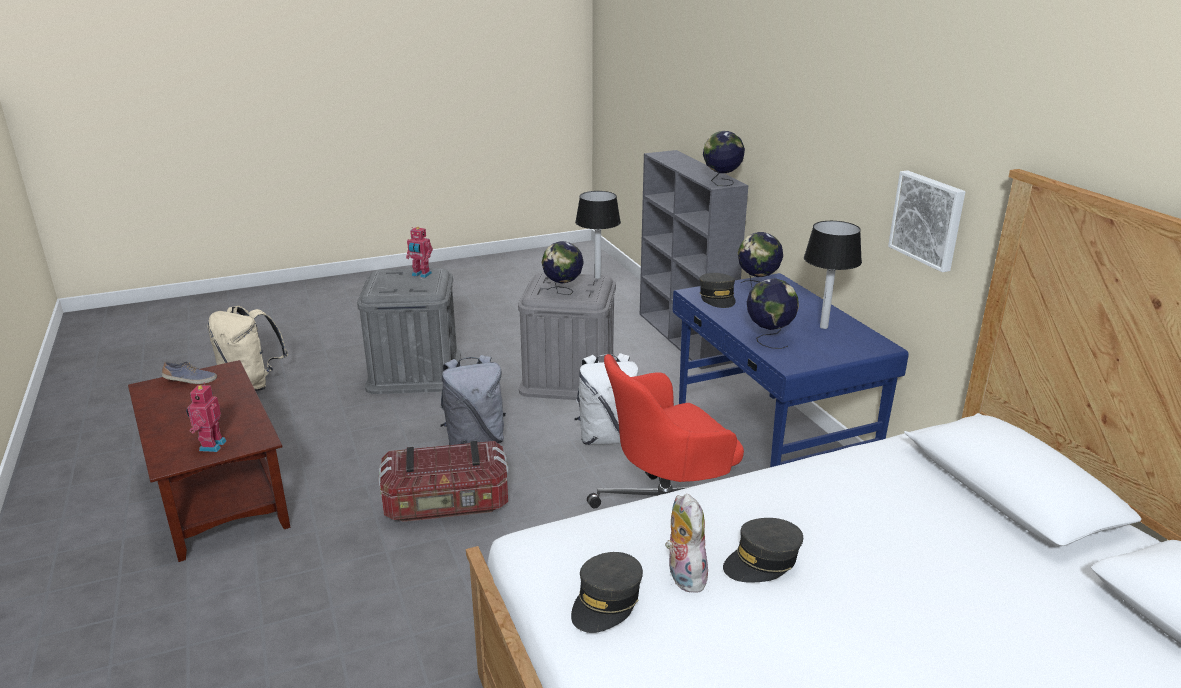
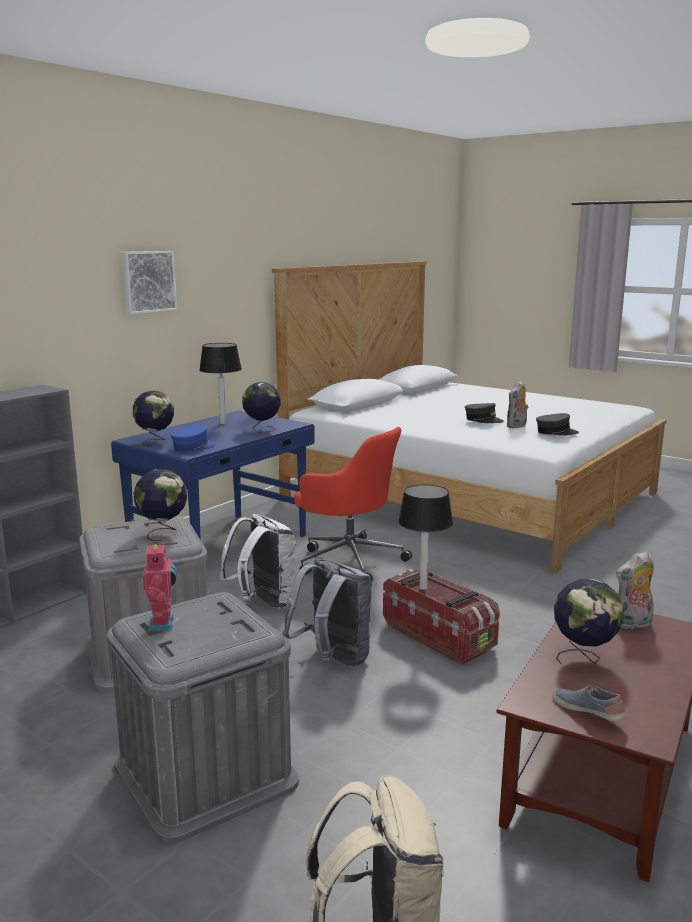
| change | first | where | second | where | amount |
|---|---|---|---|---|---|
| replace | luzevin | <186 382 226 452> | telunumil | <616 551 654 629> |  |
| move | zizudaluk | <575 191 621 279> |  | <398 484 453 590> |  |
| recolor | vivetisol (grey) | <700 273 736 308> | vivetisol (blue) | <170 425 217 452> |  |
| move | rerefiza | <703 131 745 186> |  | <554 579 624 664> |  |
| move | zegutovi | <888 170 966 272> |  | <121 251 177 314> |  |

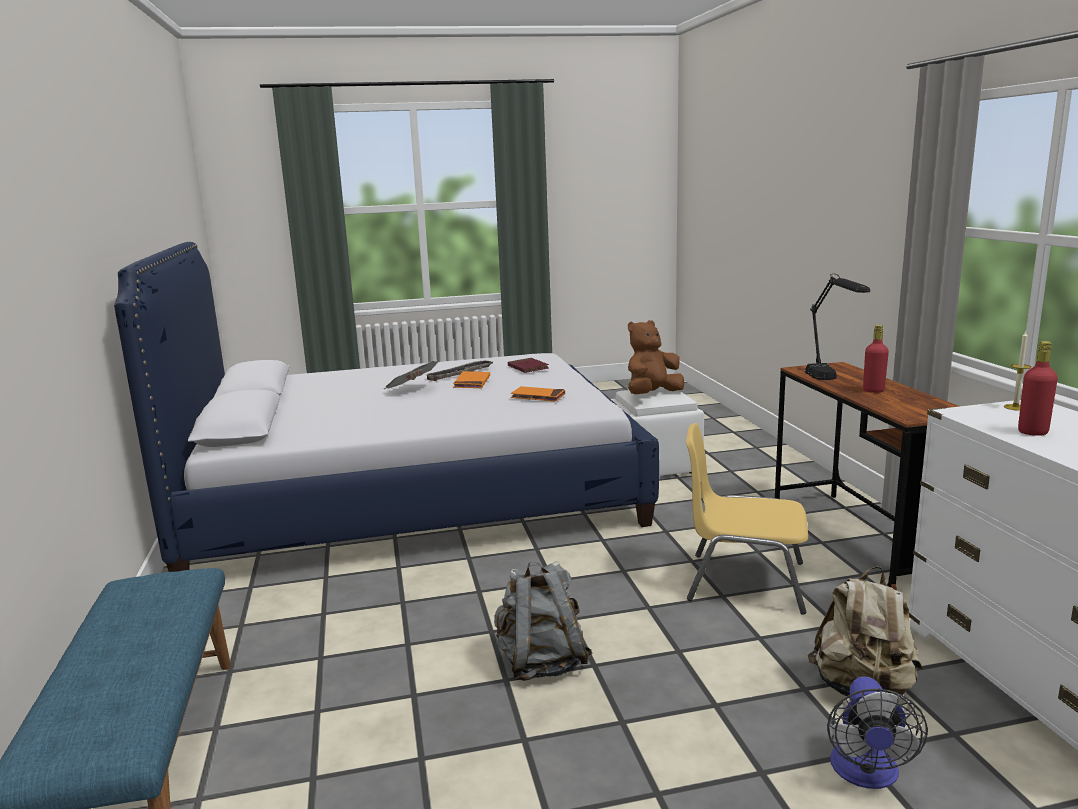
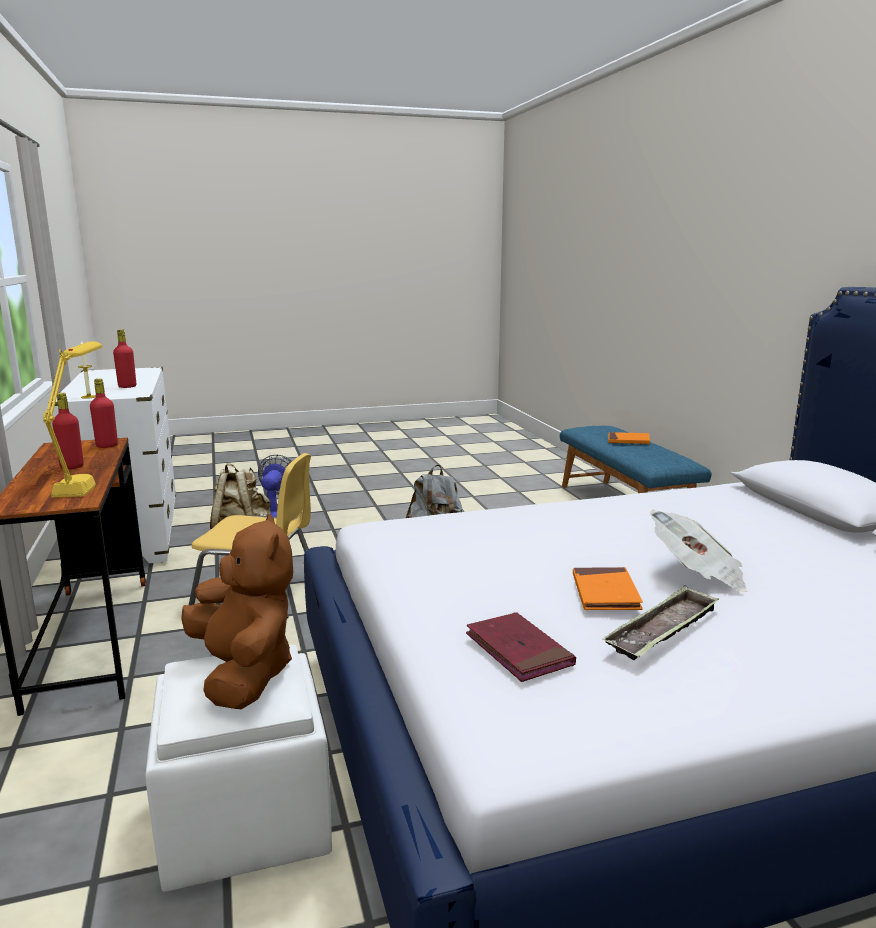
| change | first | where | second | where | amount |
|---|---|---|---|---|---|
| move | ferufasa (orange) | <511 386 565 402> |  | <608 432 650 444> |  |
| rotate | telunumil (brown) | <628 320 685 394> |  | <181 513 293 709> | 75 degrees counterclockwise |
| recolor | zizudaluk (black) | <805 274 870 380> | zizudaluk (yellow) | <43 341 102 498> |  |
| insert |  |  | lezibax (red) | <90 379 118 448> |  |

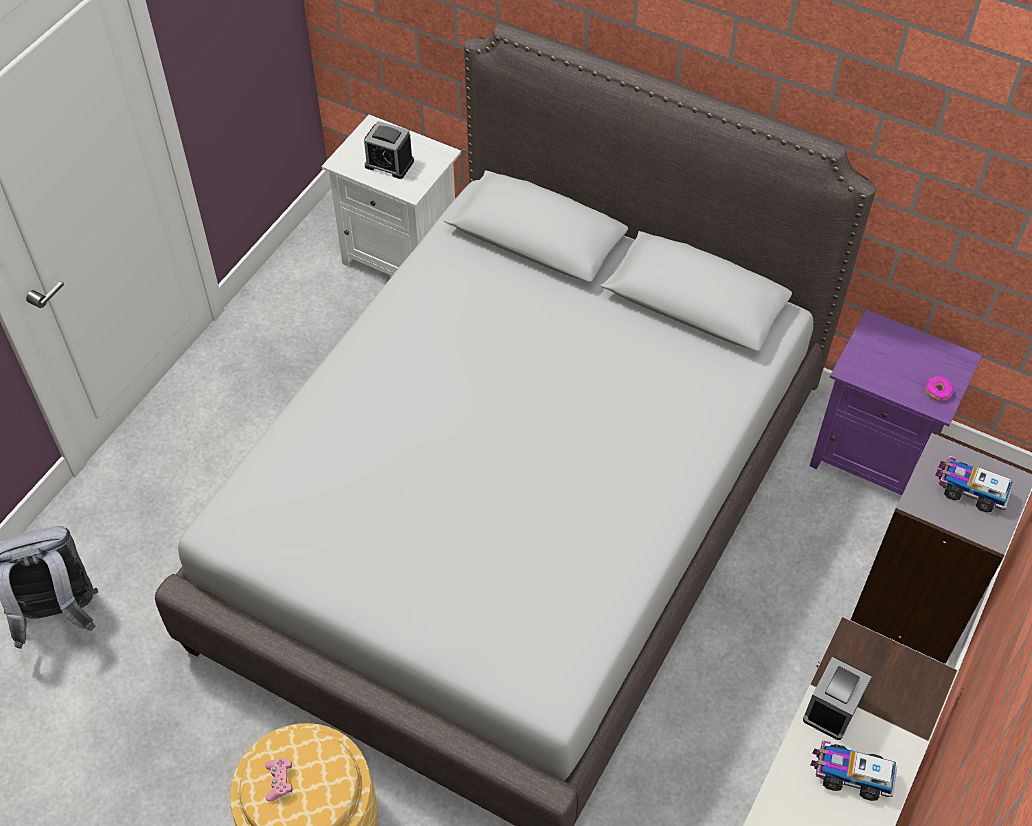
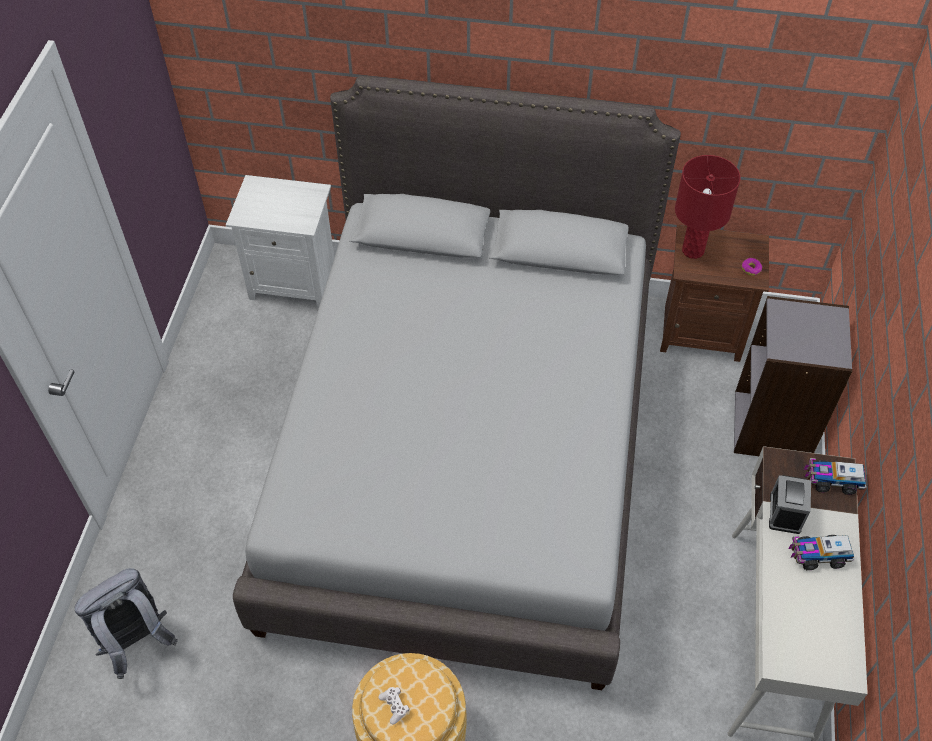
| change | first | where | second | where | amount |
|---|---|---|---|---|---|
| recolor | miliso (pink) | <265 757 292 801> | miliso (white) | <378 687 409 724> |  |
| delete | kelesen | <364 121 414 179> |  |  |  |
| recolor | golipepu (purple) | <810 310 982 495> | golipepu (brown) | <660 225 769 362> |  |
| move | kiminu | <935 456 1013 513> |  | <804 458 866 495> |  |
| insert |  |  | zizudaluk (red) | <675 155 741 259> |  |

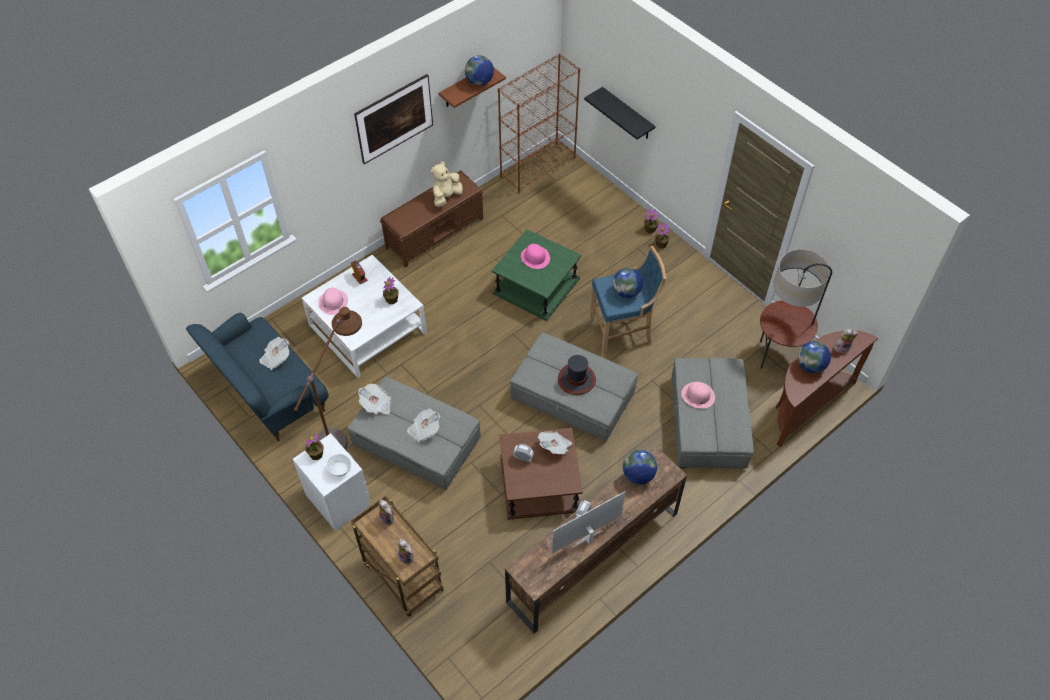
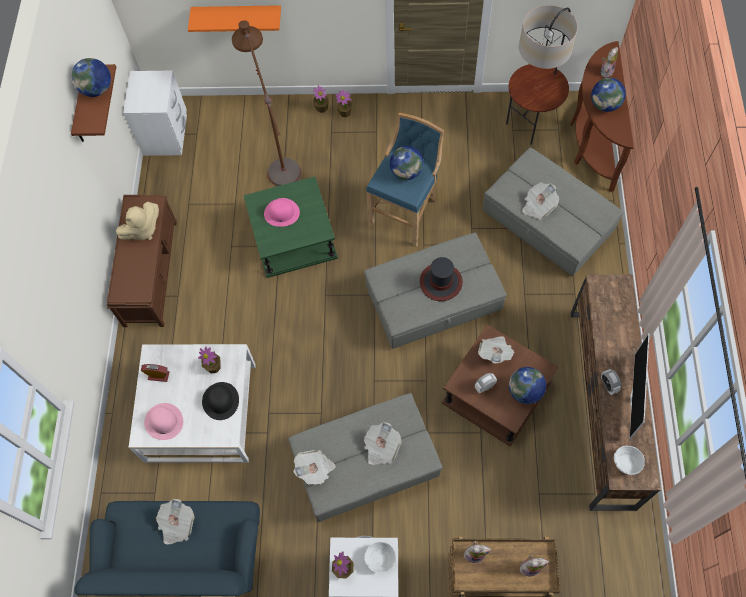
| change | first | where | second | where | amount |
|---|---|---|---|---|---|
| move | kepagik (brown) | <294 307 362 449> |  | <232 20 301 186> |  |
| delete | zegutovi | <354 74 433 164> |  |  |  |
| rotate | telunumil (beige) | <431 162 463 207> |  | <116 202 159 240> | 120 degrees counterclockwise |
| replace | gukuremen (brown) | <498 53 580 193> | golipepu (white) | <123 71 187 156> |  |
| recolor | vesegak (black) | <584 87 656 139> | vesegak (orange) | <188 5 281 32> |  |
| move | rerefiza | <623 450 657 484> |  | <509 367 546 404> |  |
| replace | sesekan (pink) | <681 382 715 409> | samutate | <522 182 559 220> |  |
| insert |  |  | sesekan (black) | <202 382 239 420> |  |
| insert |  |  | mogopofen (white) | <614 446 645 475> |  |

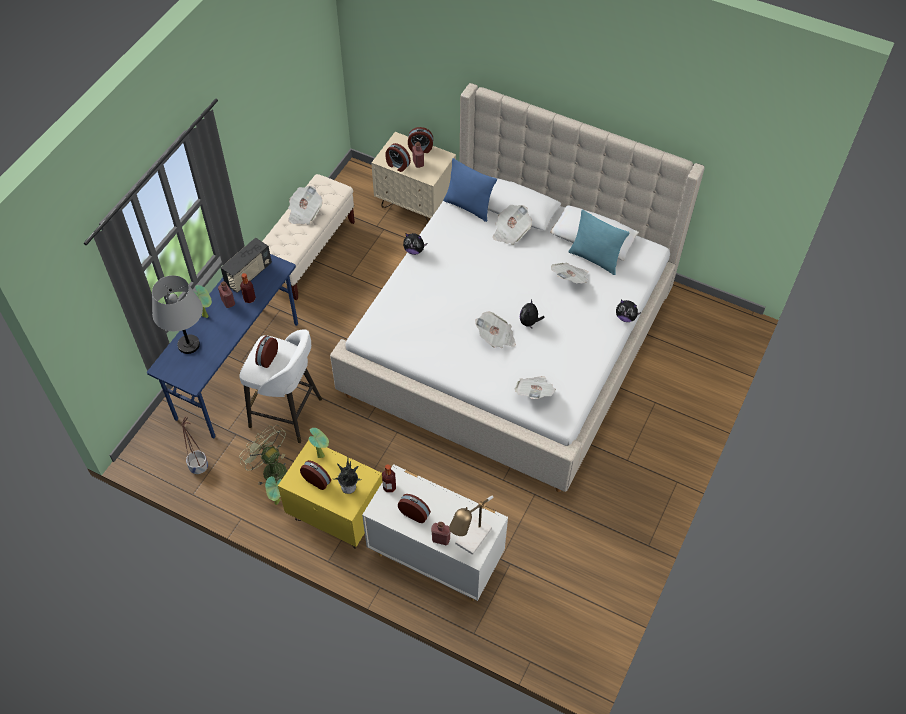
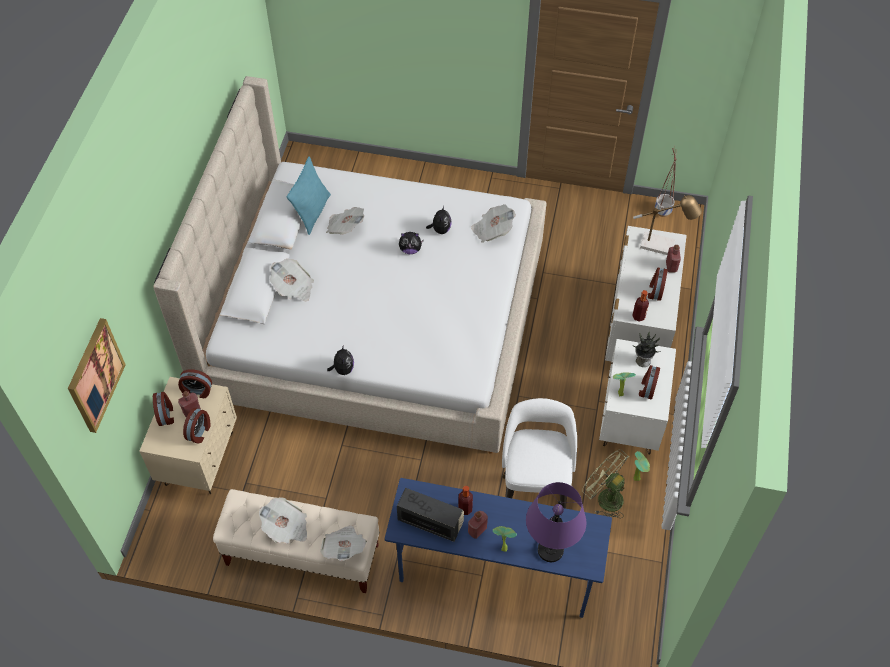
| change | first | where | second | where | amount |
|---|---|---|---|---|---|
| recolor | zizudaluk (grey) | <152 275 203 354> | zizudaluk (purple) | <526 482 586 562> |  |
| move | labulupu | <181 416 208 475> |  | <655 146 677 217> |  |
| rotate | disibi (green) | <239 425 287 485> |  | <582 449 629 518> | 105 degrees clockwise |
| move | kelesen | <255 336 278 368> |  | <178 369 212 398> |  |
| recolor | golipepu (yellow) | <278 440 382 549> | golipepu (white) | <599 339 676 455> |  |
| delete | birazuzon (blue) | <443 158 497 222> |  |  |  |
| move | samutate | <475 311 516 348> |  | <320 525 367 561> |  |
| move | telunumil | <616 300 641 322> |  | <426 206 451 234> |  |
| insert |  |  | zegutovi | <68 318 126 433> |  |

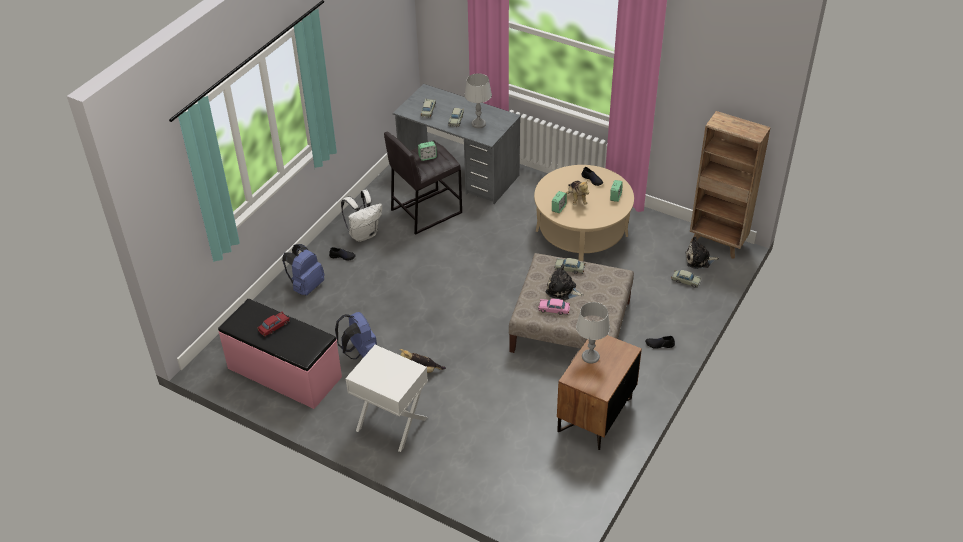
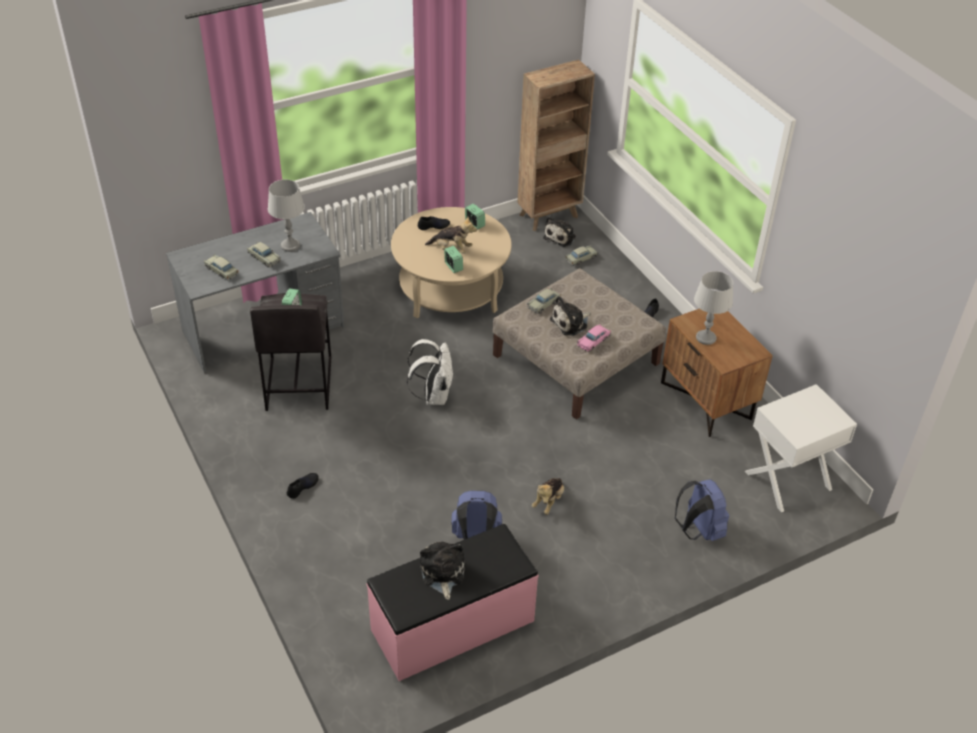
| change | first | where | second | where | amount |
|---|---|---|---|---|---|
| replace | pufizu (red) | <257 312 290 337> | telunumil | <420 542 465 600> |  |
| move | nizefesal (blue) | <282 244 325 296> |  | <675 479 729 541> |  |
| move | nizefesal (white) | <341 190 382 242> |  | <407 339 453 405> |  |
| move | golipepu (white) | <346 345 428 452> |  | <745 384 857 512> |  |

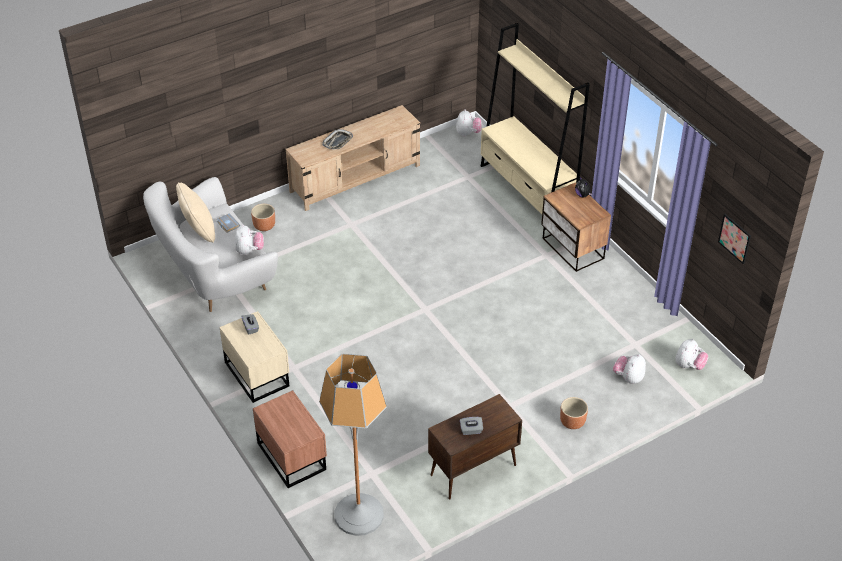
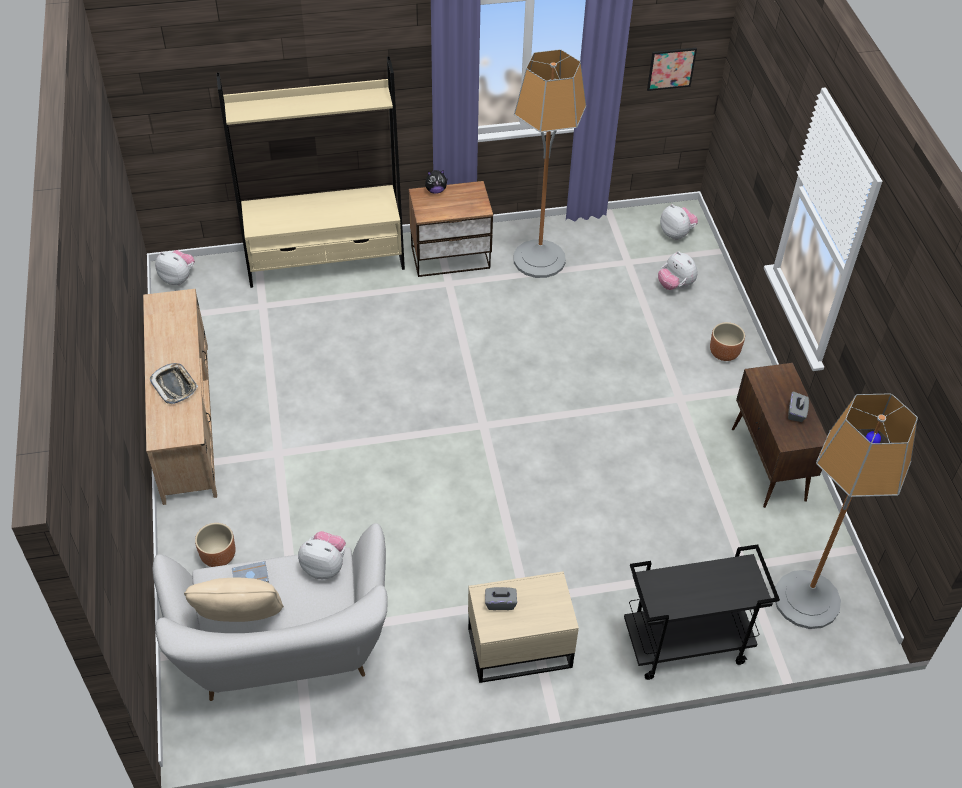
| change | first | where | second | where | amount |
|---|---|---|---|---|---|
| replace | golipepu (brown) | <253 390 327 488> | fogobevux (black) | <624 544 780 680> |  |
| insert |  |  | kepagik | <513 49 586 278> |  |

